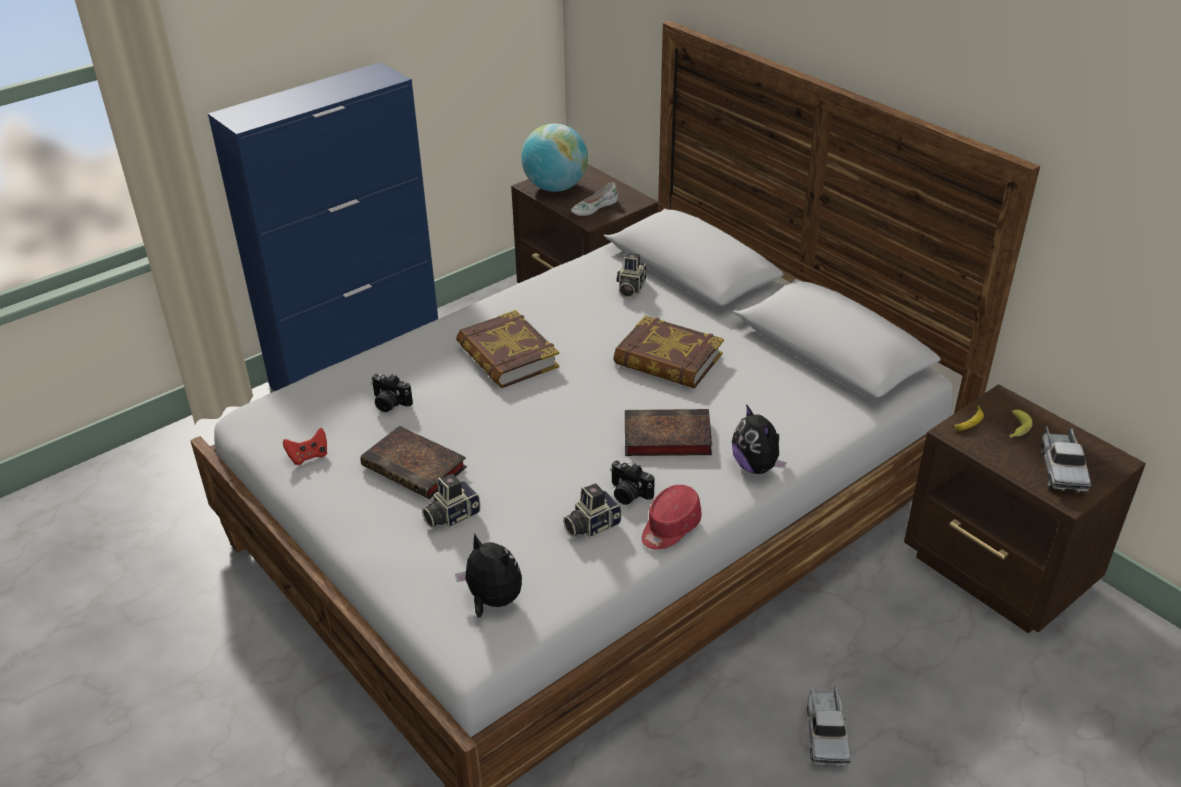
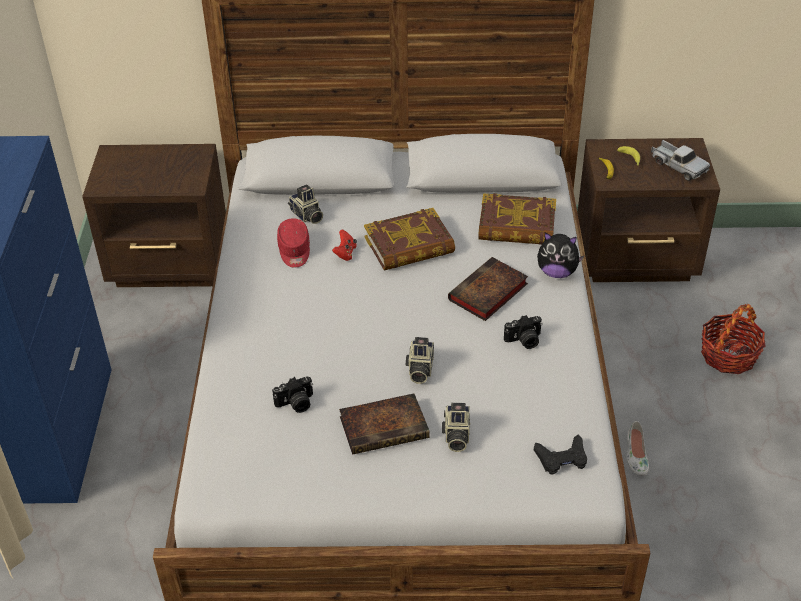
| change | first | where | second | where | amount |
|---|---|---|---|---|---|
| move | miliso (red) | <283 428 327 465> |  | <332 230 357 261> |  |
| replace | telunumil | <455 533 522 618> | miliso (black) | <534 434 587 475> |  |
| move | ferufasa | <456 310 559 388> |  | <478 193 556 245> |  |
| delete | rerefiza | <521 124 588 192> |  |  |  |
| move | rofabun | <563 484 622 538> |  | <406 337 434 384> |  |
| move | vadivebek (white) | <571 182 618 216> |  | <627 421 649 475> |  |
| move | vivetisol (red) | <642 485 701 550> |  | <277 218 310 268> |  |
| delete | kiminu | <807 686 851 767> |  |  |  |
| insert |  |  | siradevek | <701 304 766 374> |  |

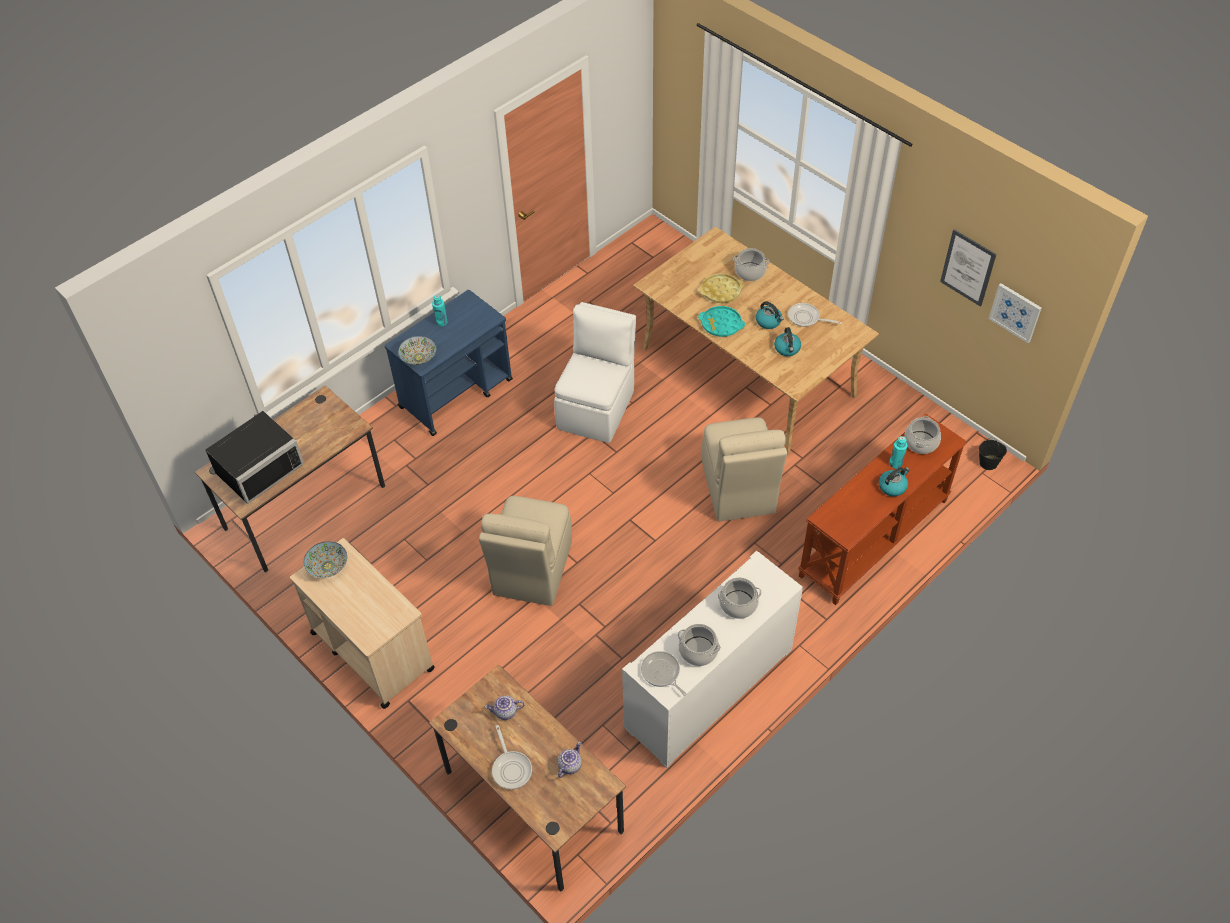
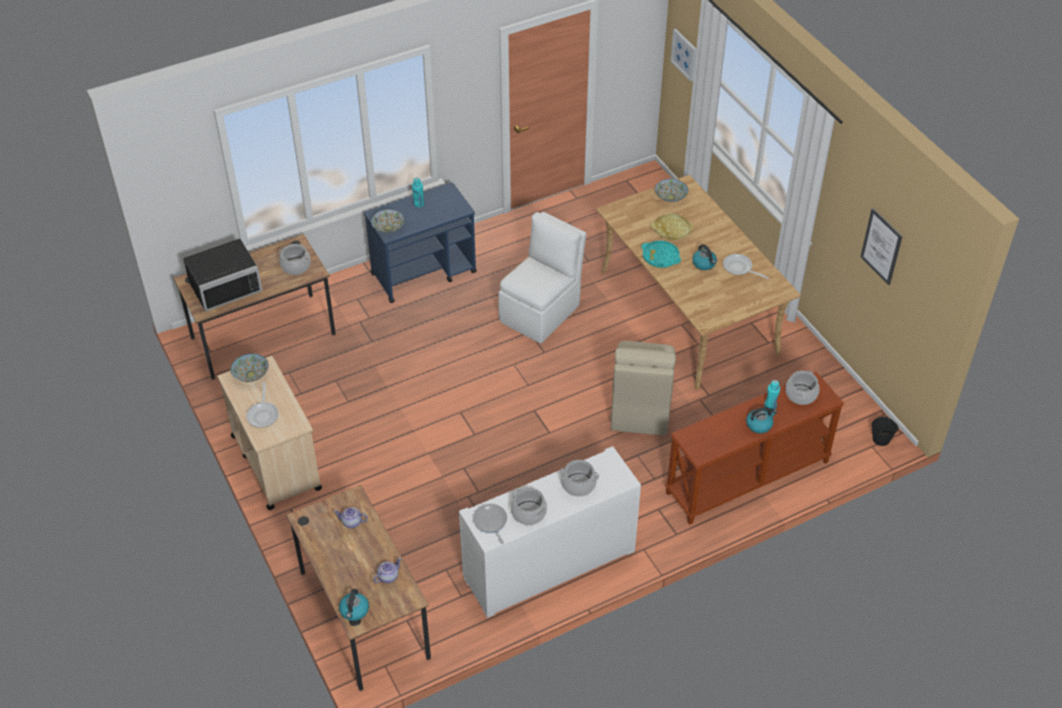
| change | first | where | second | where | amount |
|---|---|---|---|---|---|
| delete | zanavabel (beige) | <479 496 572 606> |  |  |  |
| move | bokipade | <492 725 532 789> |  | <246 382 279 428> |  |
| move | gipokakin | <733 248 769 281> |  | <279 244 311 275> |  |
| move | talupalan | <774 327 801 356> |  | <339 589 369 621> |  |
| move | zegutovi | <989 283 1042 343> |  | <671 29 696 81> |  |
| insert |  |  | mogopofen | <655 179 688 202> |  |

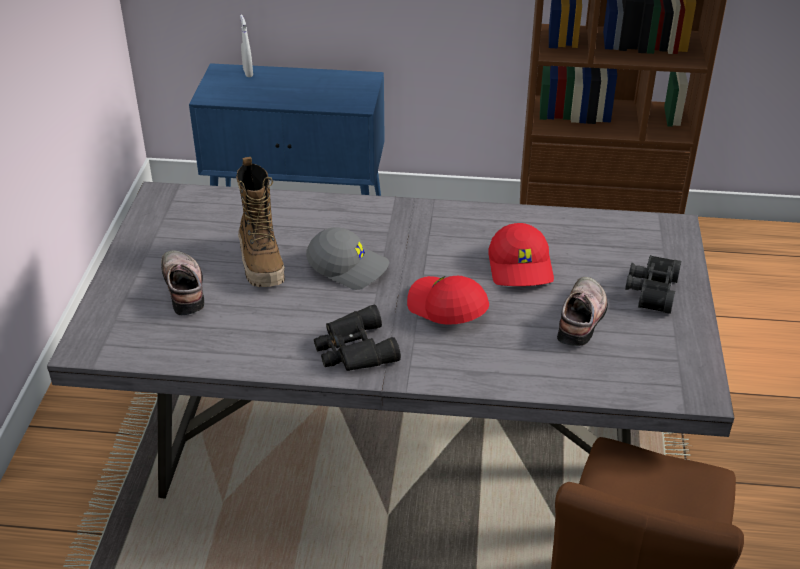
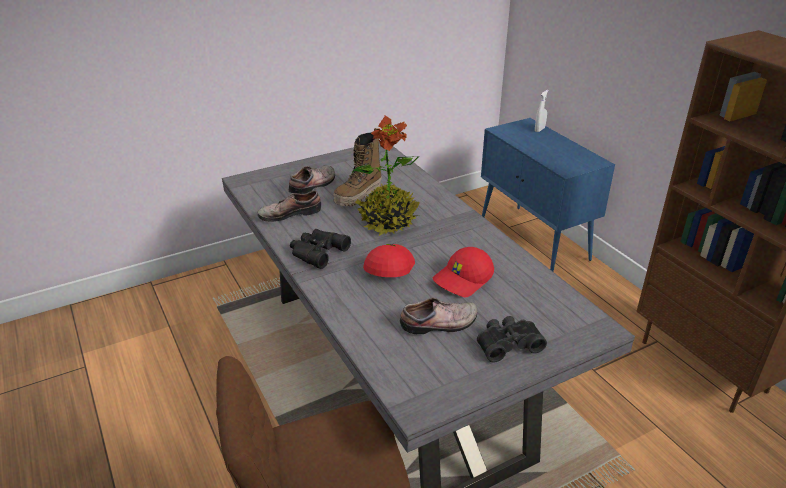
| change | first | where | second | where | amount |
|---|---|---|---|---|---|
| replace | vivetisol (grey) | <306 227 389 290> | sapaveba | <353 115 420 236> |  |
| insert |  |  | vadivebek | <258 190 321 222> |  |

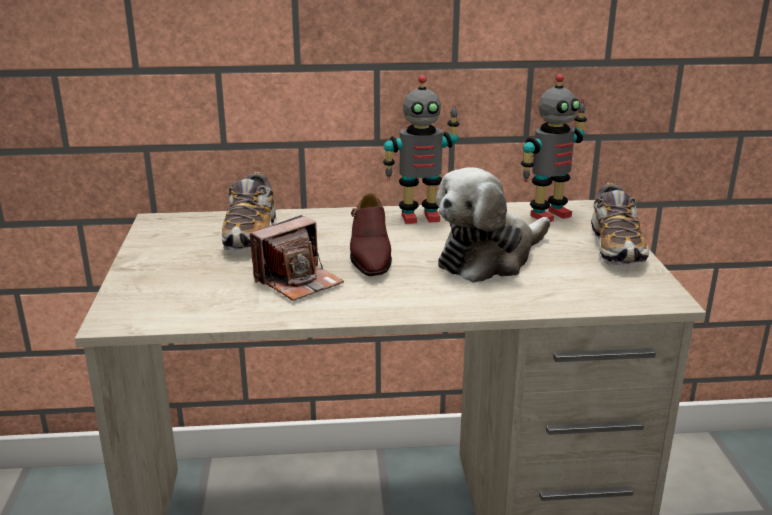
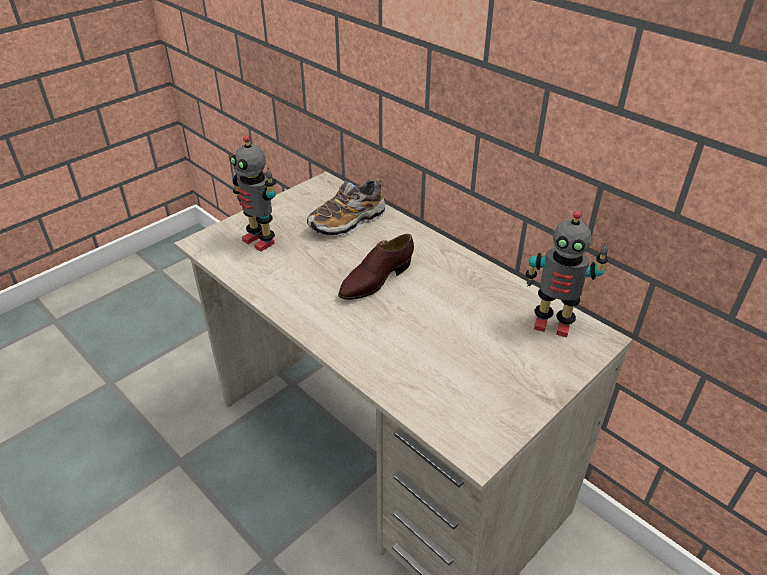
| change | first | where | second | where | amount |
|---|---|---|---|---|---|
| delete | rofabun | <250 215 344 301> |  |  |  |
| move | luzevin | <383 75 459 224> |  | <230 135 277 252> |  |
| delete | telunumil | <436 167 550 283> |  |  |  |
| delete | vadivebek | <591 182 649 266> |  |  |  |

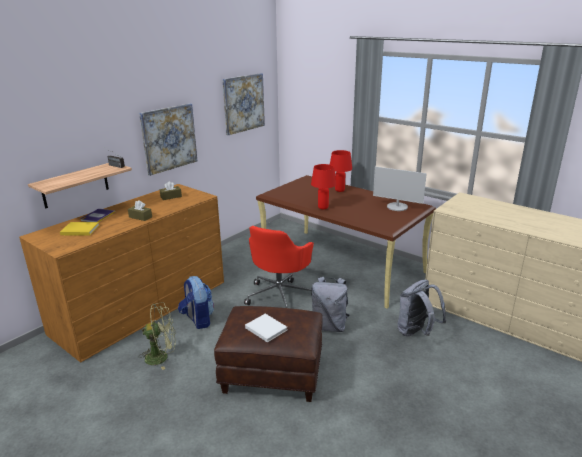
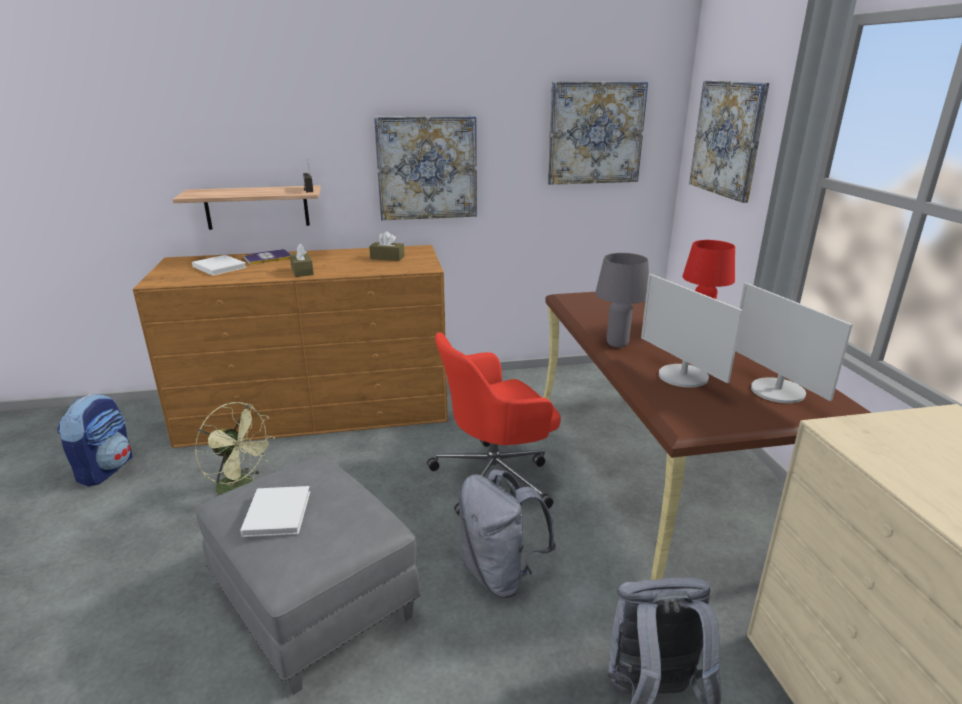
| change | first | where | second | where | amount |
|---|---|---|---|---|---|
| recolor | ferufasa (yellow) | <60 222 100 236> | ferufasa (white) | <192 255 247 276> |  |
| move | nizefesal | <178 276 214 329> |  | <57 394 132 487> |  |
| recolor | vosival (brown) | <214 306 323 402> | vosival (grey) | <195 455 420 695> |  |
| recolor | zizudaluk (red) | <311 164 336 209> | zizudaluk (grey) | <595 253 649 348> |  |
| insert |  |  | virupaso | <641 274 743 388> |  |
| insert |  |  | zegutovi | <689 80 769 203> |  |

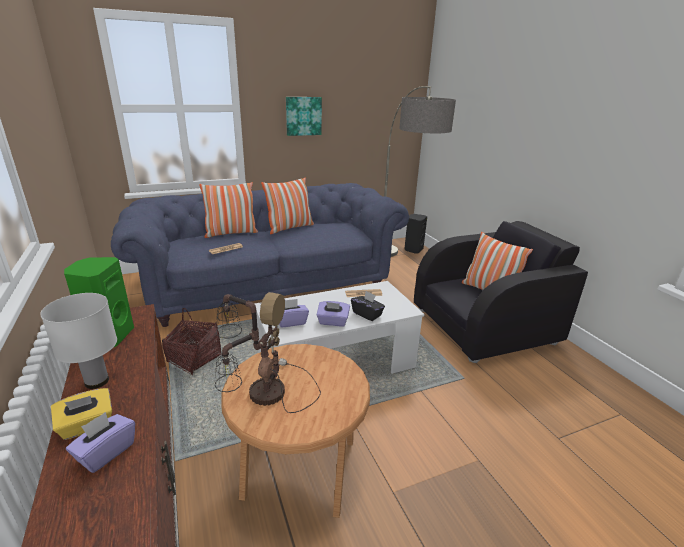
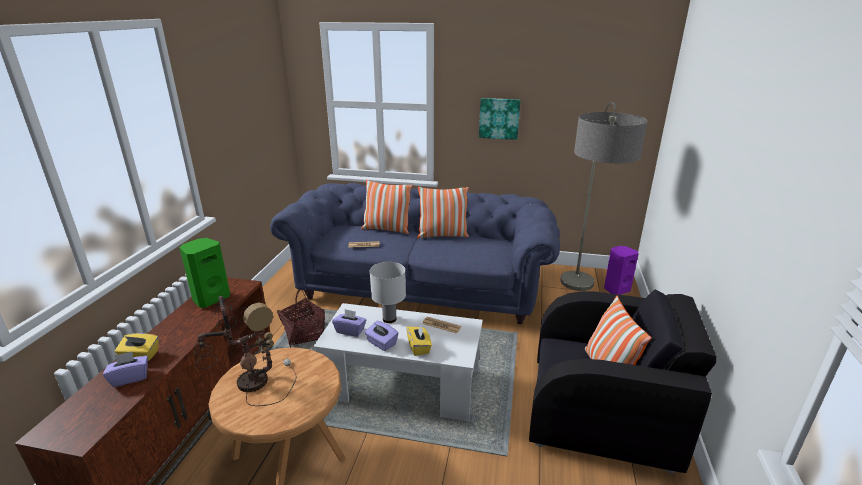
| change | first | where | second | where | amount |
|---|---|---|---|---|---|
| move | zizudaluk (white) | <40 293 117 389> |  | <370 262 406 323> |  |
| recolor | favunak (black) | <351 291 385 321> | favunak (yellow) | <406 325 432 356> |  |
| recolor | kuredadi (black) | <404 214 427 254> | kuredadi (purple) | <604 246 639 295> |  |

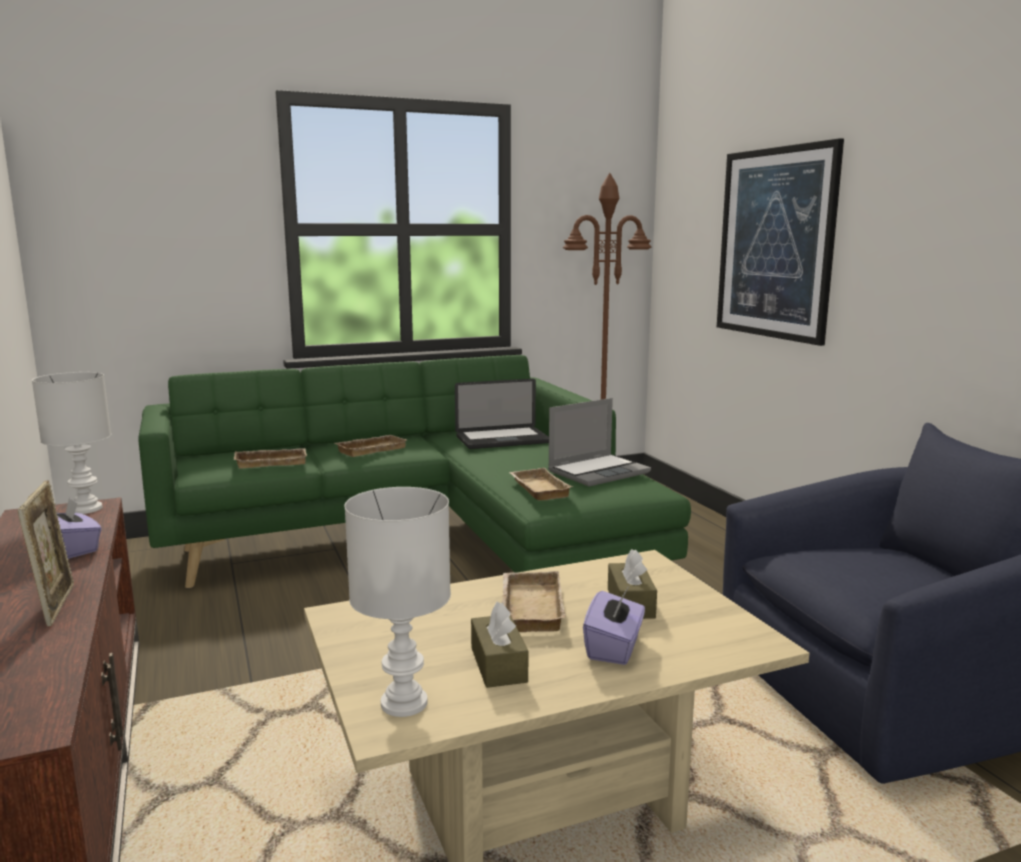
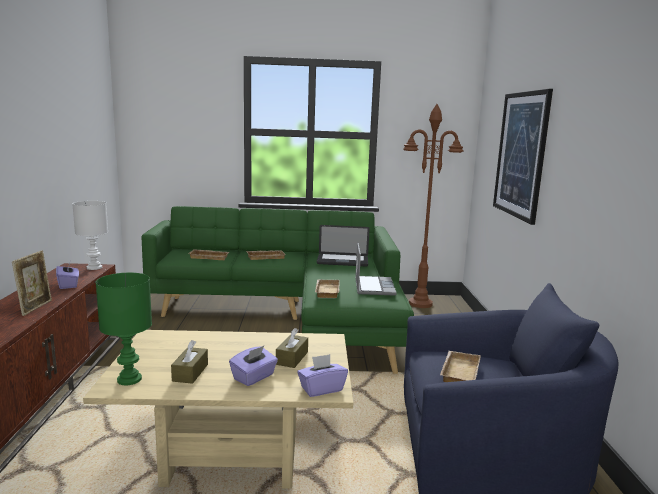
| change | first | where | second | where | amount |
|---|---|---|---|---|---|
| recolor | zizudaluk (white) | <344 487 451 717> | zizudaluk (green) | <96 273 152 385> |  |
| move | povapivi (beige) | <502 571 566 632> |  | <440 351 481 382> |  |
| rotate | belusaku | <548 398 651 487> |  | <355 242 397 296> | 75 degrees counterclockwise |
| insert |  |  | favunak (purple) | <297 354 348 397> |  |

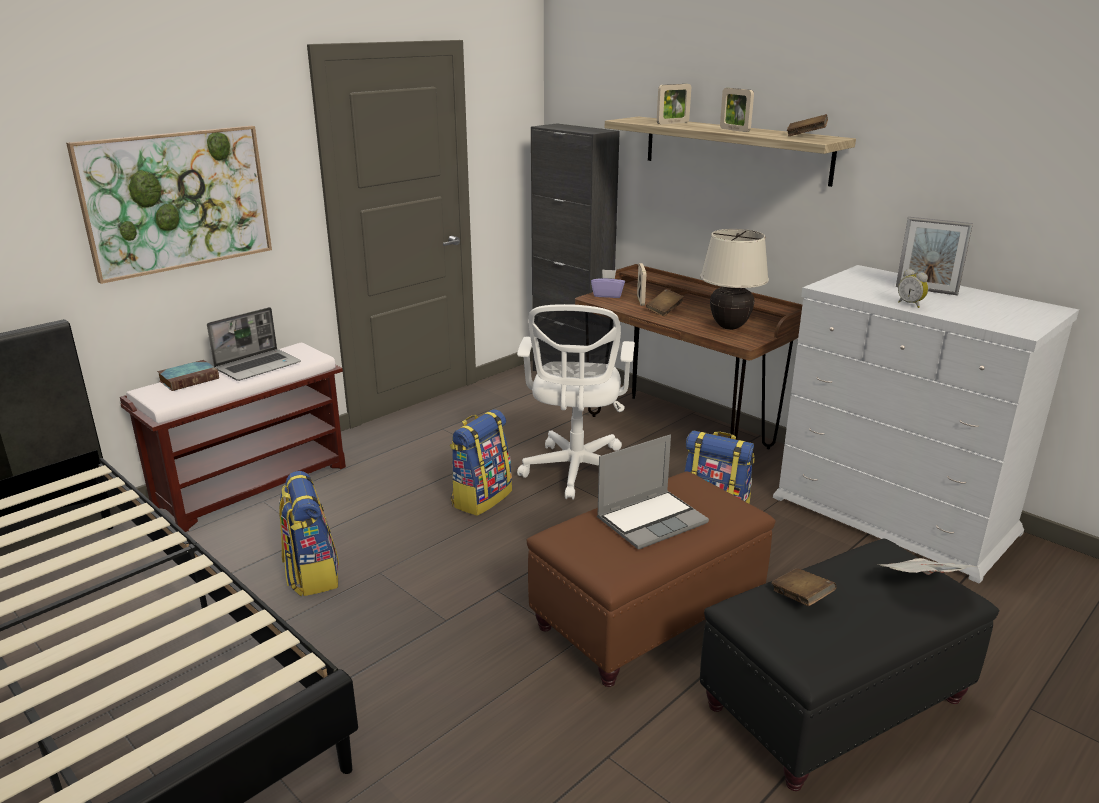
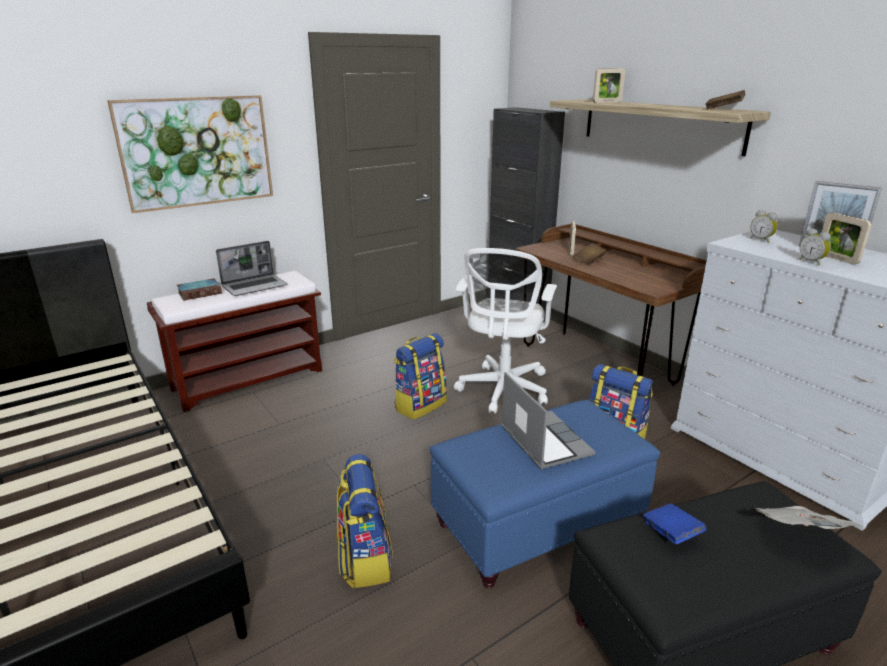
| change | first | where | second | where | amount |
|---|---|---|---|---|---|
| move | nizefesal | <279 471 339 597> |  | <337 454 393 588> |  |
| recolor | vosival (brown) | <526 472 776 687> | vosival (blue) | <430 400 661 588> |  |
| delete | favunak (purple) | <591 269 625 298> |  |  |  |
| rotate | belusaku | <597 435 709 549> |  | <501 372 596 469> | 90 degrees counterclockwise |
| delete | zizudaluk (beige) | <700 229 769 330> |  |  |  |
| move | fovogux | <720 88 754 132> |  | <822 213 872 265> |  |
| recolor | ferufasa (brown) | <771 568 836 606> | ferufasa (blue) | <643 503 707 545> |  |
| insert |  |  | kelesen | <751 210 778 243> |  |

